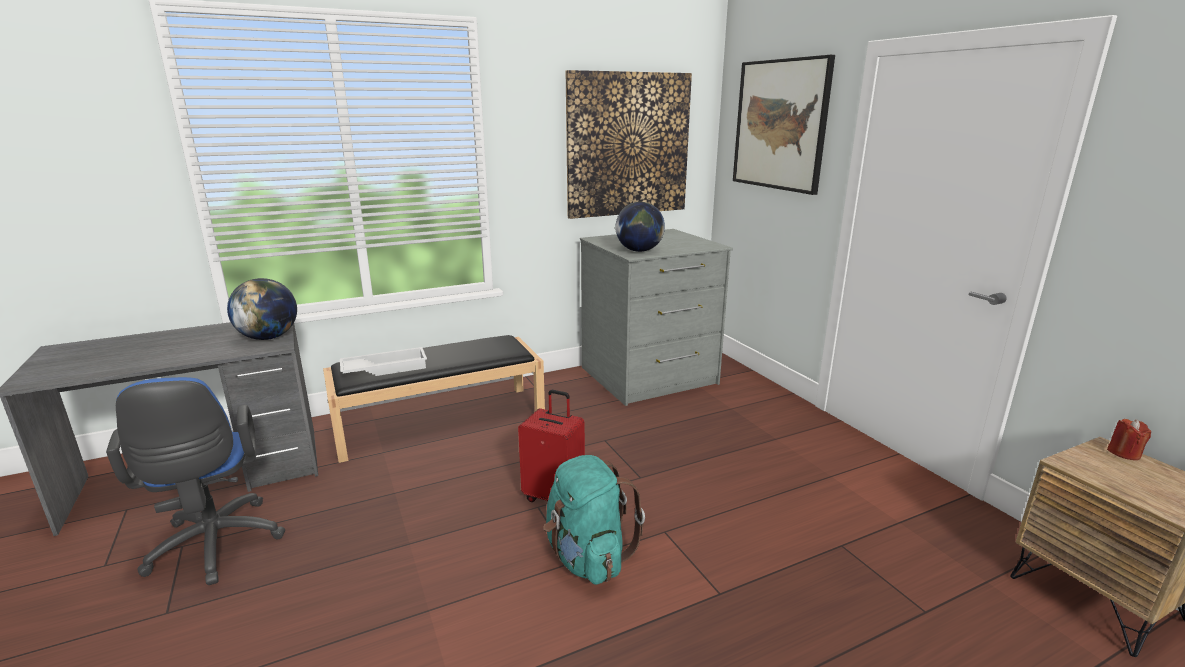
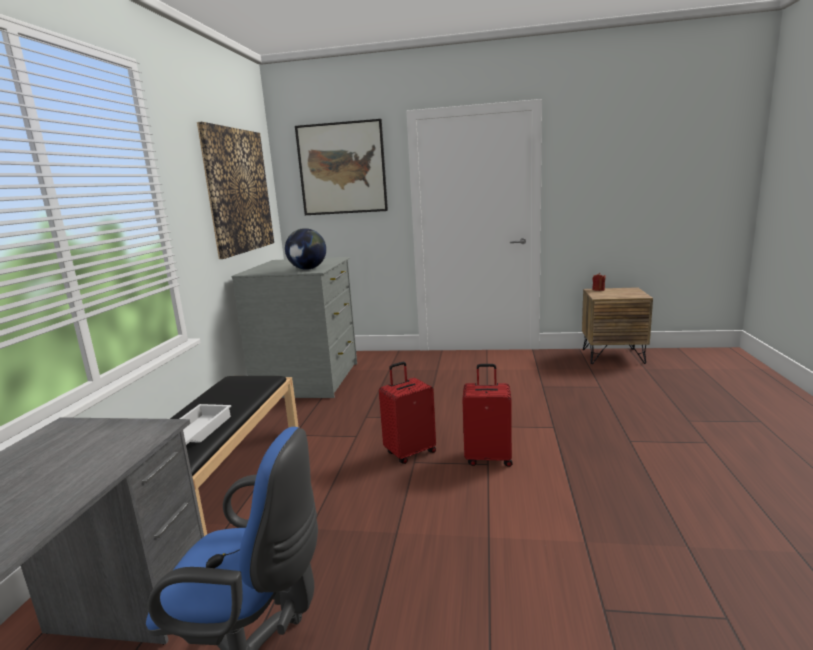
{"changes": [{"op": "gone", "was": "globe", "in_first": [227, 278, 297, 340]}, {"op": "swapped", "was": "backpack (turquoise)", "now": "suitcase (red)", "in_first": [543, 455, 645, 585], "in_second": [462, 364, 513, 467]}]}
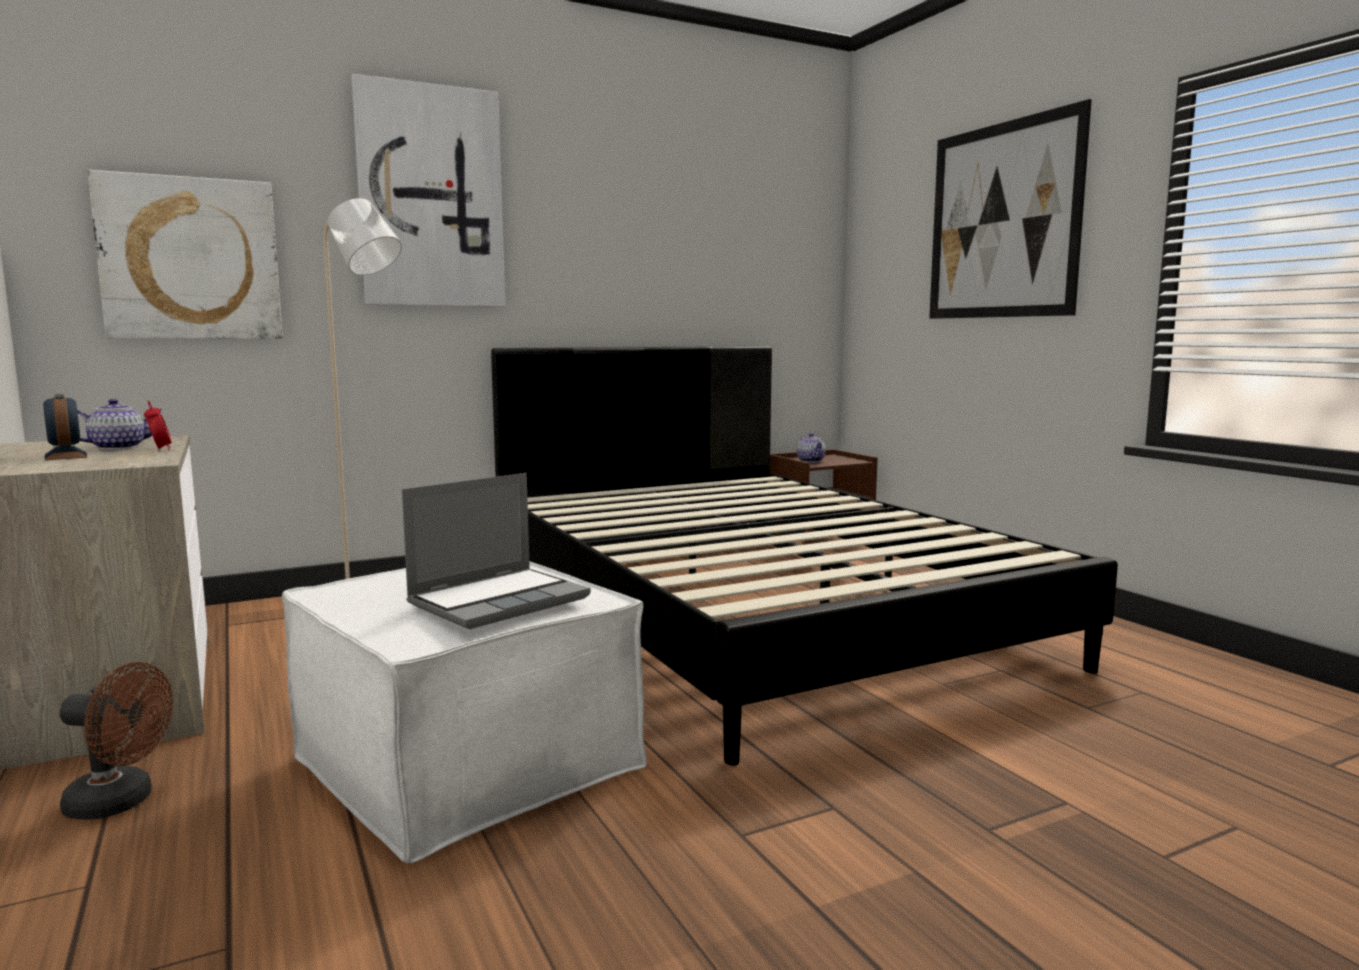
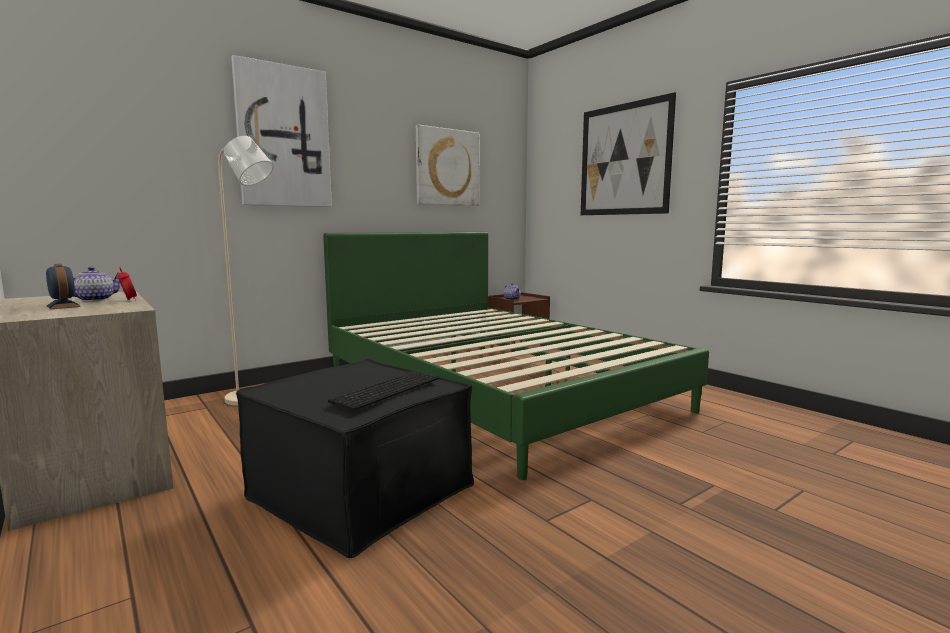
{"changes": [{"op": "gone", "was": "fan (brown)", "in_first": [60, 662, 173, 820]}, {"op": "shifted", "was": "picture", "in_first": [88, 170, 283, 339], "in_second": [416, 125, 479, 206]}, {"op": "swapped", "was": "laptop", "now": "keyboard", "in_first": [402, 473, 591, 629], "in_second": [328, 371, 440, 410]}, {"op": "repainted", "was": "ottoman (white)", "now": "ottoman (black)", "in_first": [282, 561, 647, 863], "in_second": [236, 359, 474, 558]}, {"op": "repainted", "was": "bed (black)", "now": "bed (green)", "in_first": [491, 346, 1118, 765], "in_second": [323, 232, 709, 480]}]}
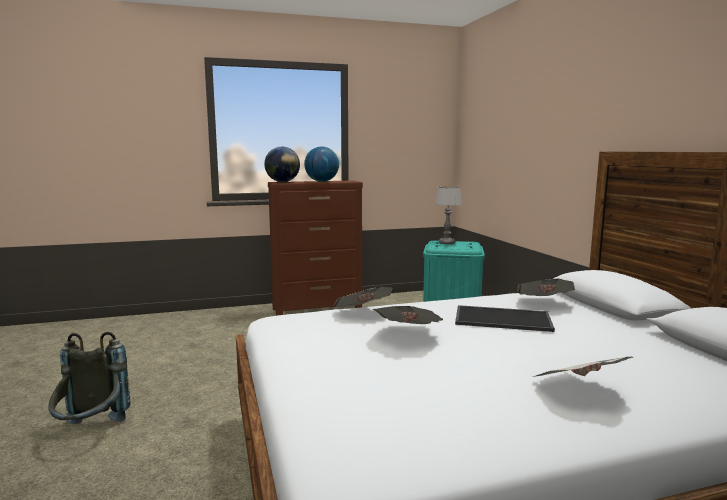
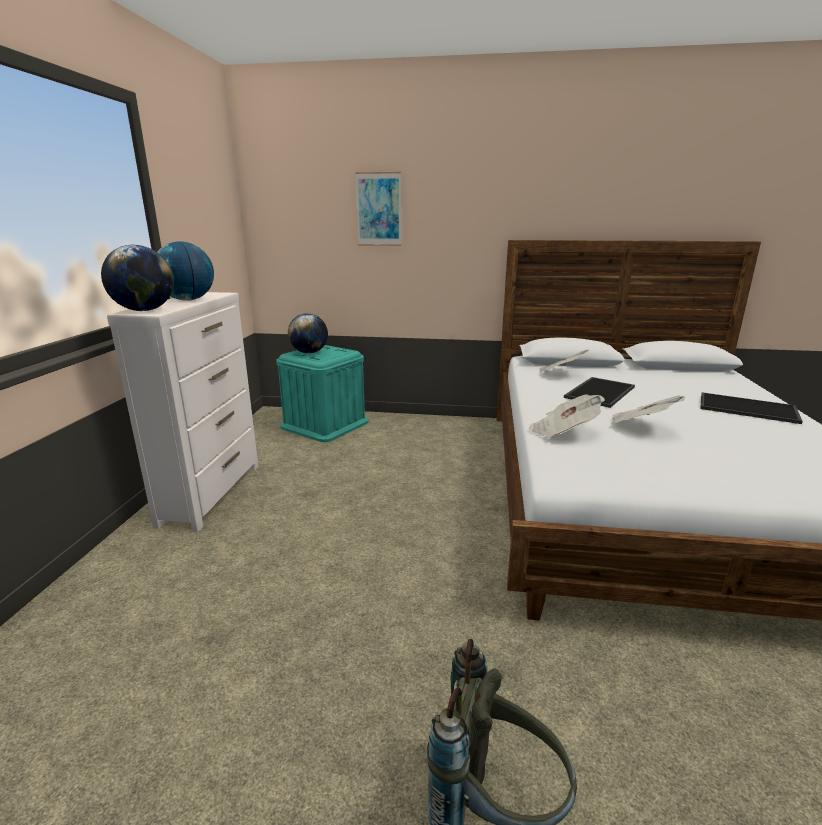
{"changes": [{"op": "new", "now": "picture", "in_second": [355, 172, 401, 246]}, {"op": "swapped", "was": "table lamp", "now": "globe", "in_first": [435, 187, 462, 244], "in_second": [288, 313, 328, 353]}, {"op": "swapped", "was": "newspaper", "now": "tray", "in_first": [532, 357, 633, 377], "in_second": [700, 392, 803, 424]}, {"op": "repainted", "was": "dresser (brown)", "now": "dresser (white)", "in_first": [268, 181, 363, 316], "in_second": [107, 292, 258, 532]}]}
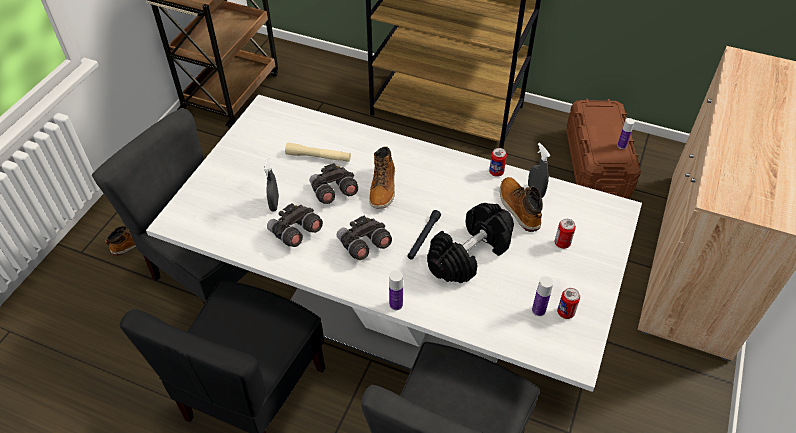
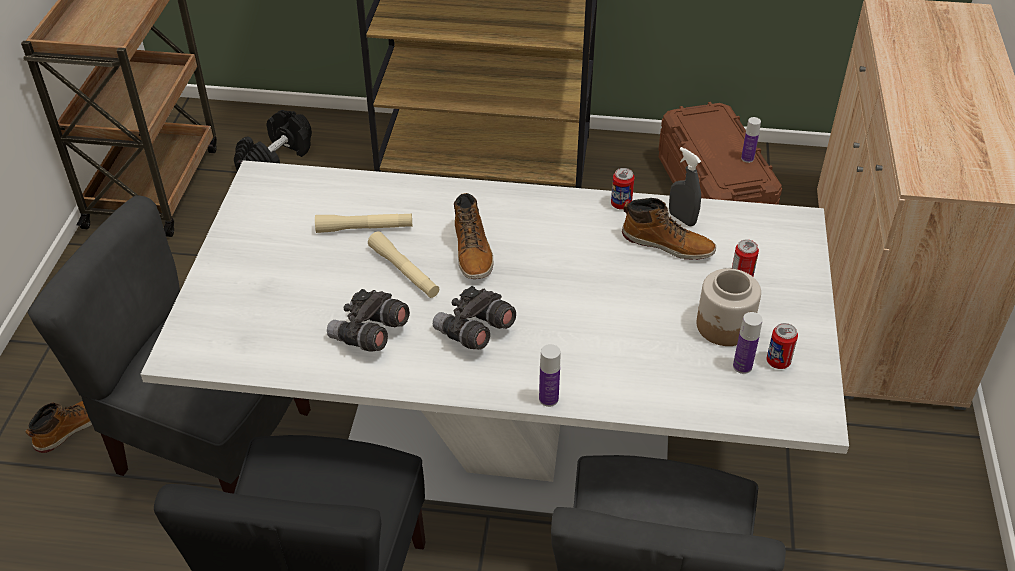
{"changes": [{"op": "gone", "was": "spray bottle (grey)", "in_first": [264, 158, 279, 212]}, {"op": "gone", "was": "flashlight (black)", "in_first": [407, 210, 441, 259]}, {"op": "new", "now": "jar", "in_second": [697, 268, 761, 346]}, {"op": "shifted", "was": "dumbbell (black)", "in_first": [427, 203, 514, 283], "in_second": [234, 110, 312, 171]}, {"op": "swapped", "was": "binoculars (grey)", "now": "flashlight (beige)", "in_first": [310, 163, 358, 204], "in_second": [368, 231, 439, 298]}, {"op": "rotated", "was": "boot", "in_first": [500, 177, 543, 232], "in_second": [622, 198, 716, 260], "clockwise": 150}]}
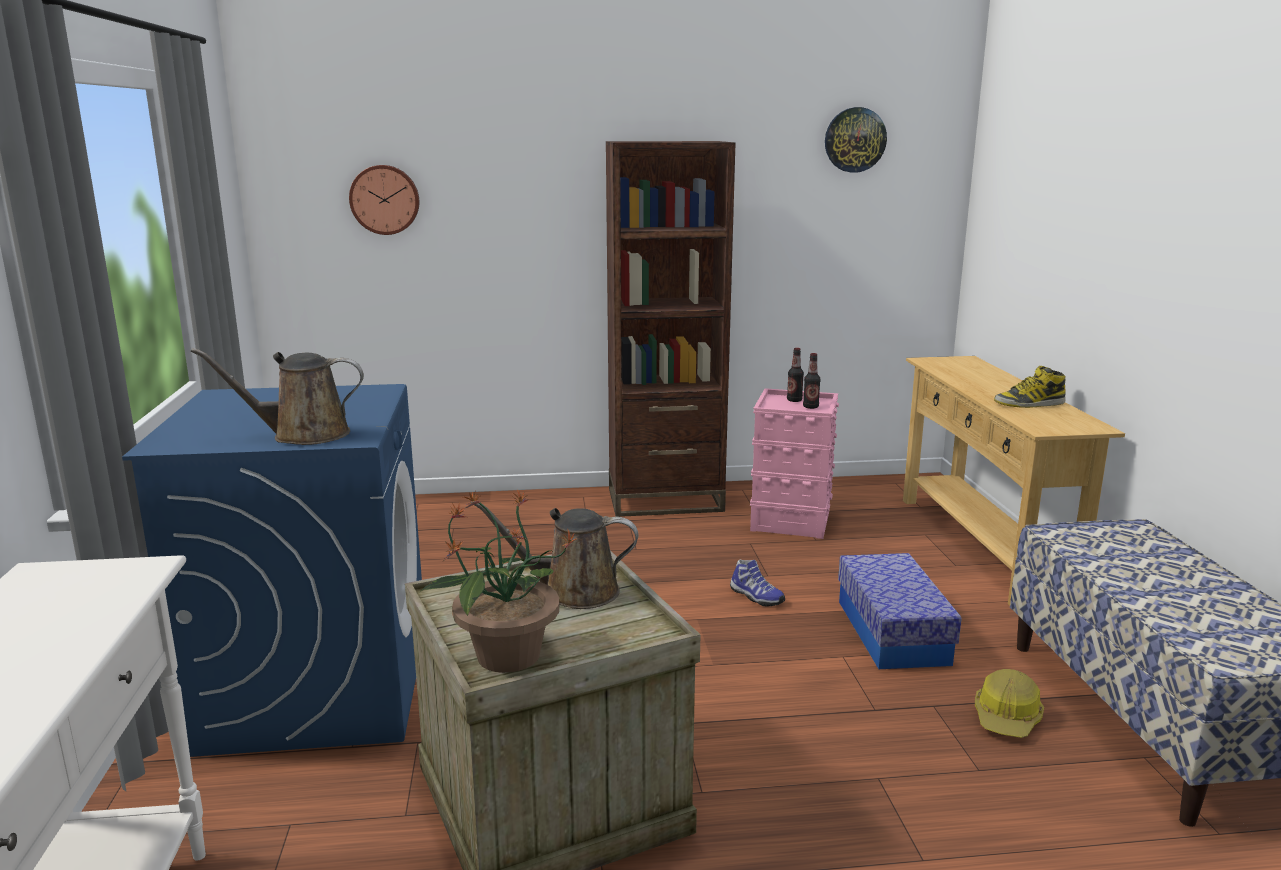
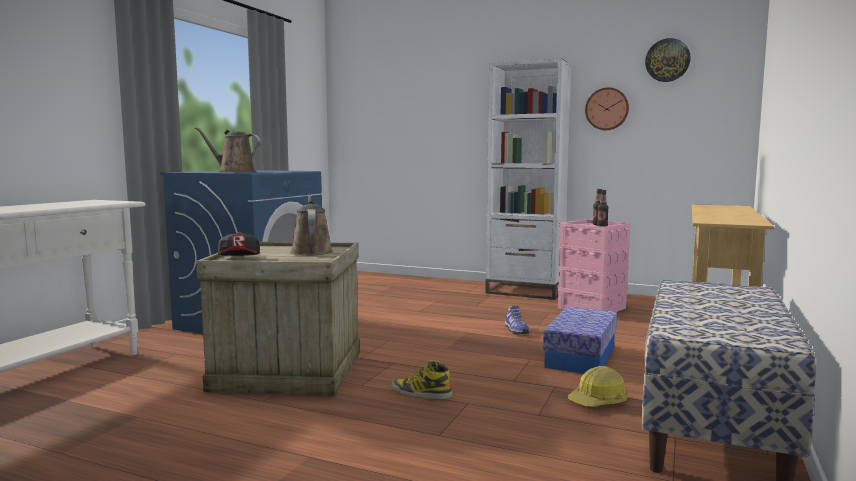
{"changes": [{"op": "shifted", "was": "wall clock", "in_first": [349, 165, 419, 235], "in_second": [585, 87, 629, 130]}, {"op": "shifted", "was": "boot", "in_first": [994, 366, 1066, 408], "in_second": [391, 360, 453, 399]}, {"op": "swapped", "was": "potted plant", "now": "cap", "in_first": [420, 489, 577, 673], "in_second": [218, 232, 260, 256]}, {"op": "repainted", "was": "bookcase (brown)", "now": "bookcase (white)", "in_first": [606, 141, 736, 517], "in_second": [485, 58, 571, 300]}, {"op": "rotated", "was": "watering can (brown)", "in_first": [470, 501, 639, 609], "in_second": [290, 195, 333, 255], "clockwise": 45}]}
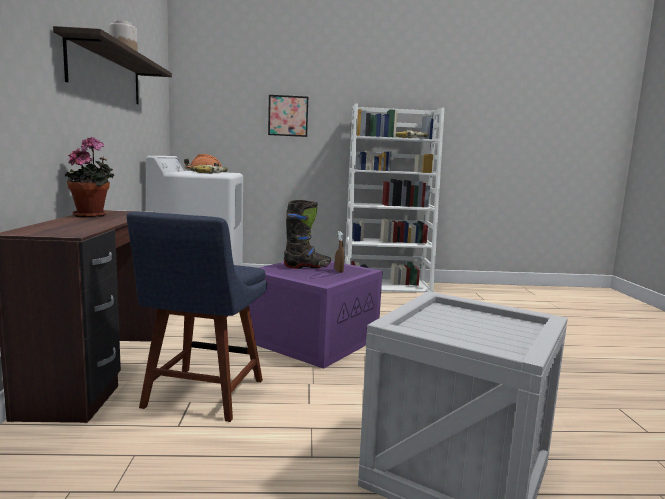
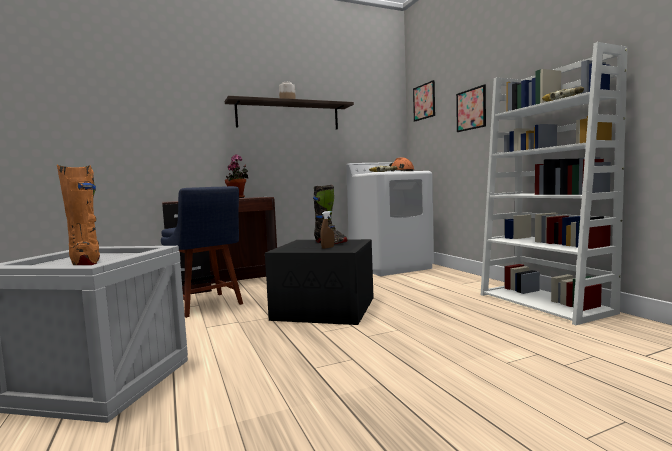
{"changes": [{"op": "new", "now": "boot (orange)", "in_second": [57, 165, 100, 265]}, {"op": "new", "now": "picture", "in_second": [413, 80, 435, 122]}, {"op": "repainted", "was": "storage box (purple)", "now": "storage box (black)", "in_first": [249, 261, 383, 369], "in_second": [265, 239, 374, 325]}, {"op": "rotated", "was": "chair (blue)", "in_first": [126, 211, 267, 422], "in_second": [161, 186, 243, 318], "clockwise": -120}]}
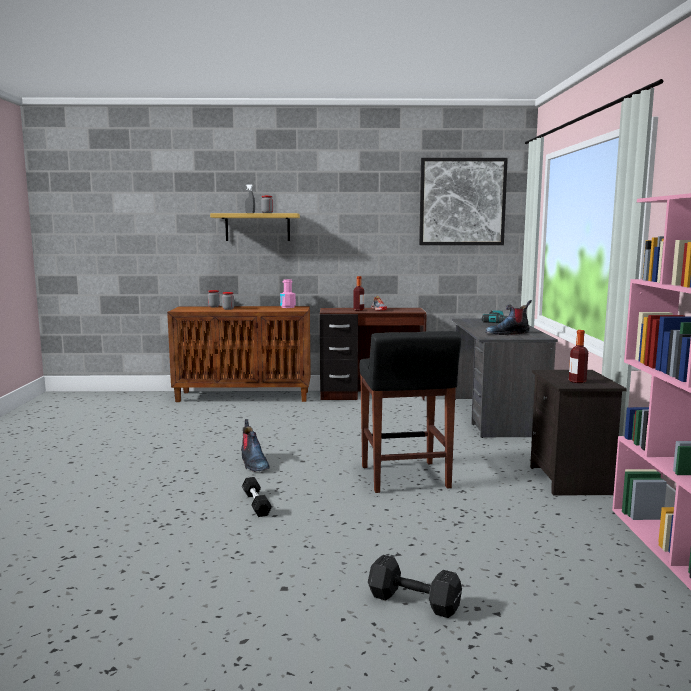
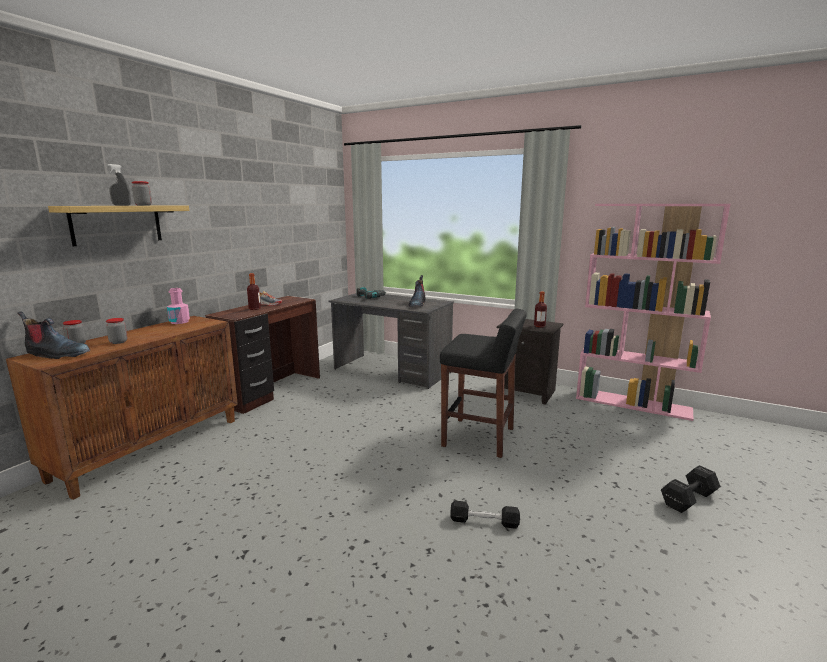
{"changes": [{"op": "gone", "was": "picture", "in_first": [419, 158, 508, 245]}, {"op": "shifted", "was": "boot", "in_first": [241, 419, 270, 472], "in_second": [18, 311, 90, 359]}]}
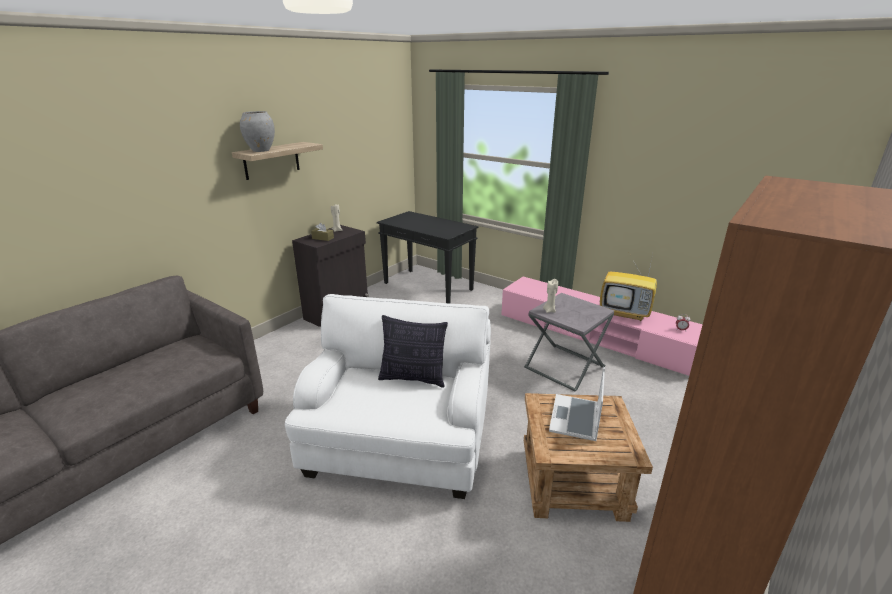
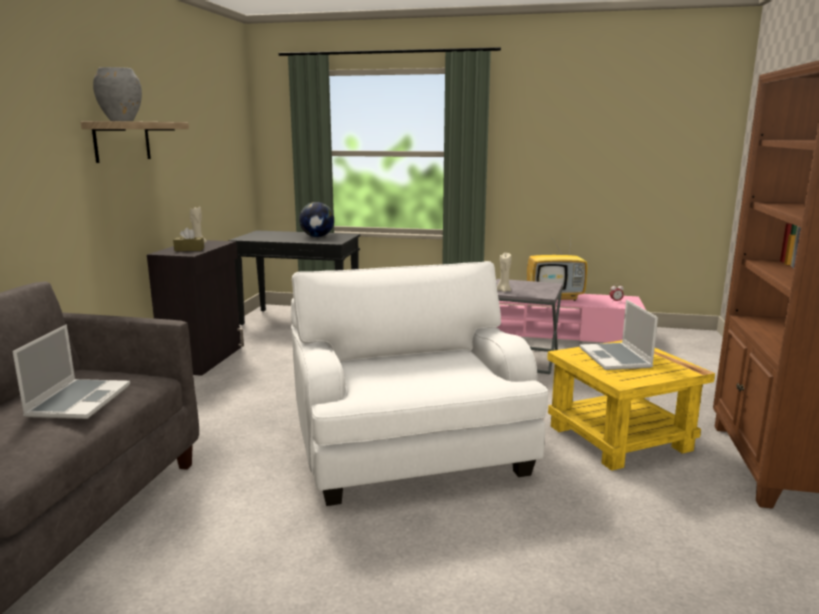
{"changes": [{"op": "gone", "was": "pillow", "in_first": [378, 315, 448, 388]}, {"op": "new", "now": "laptop", "in_second": [12, 324, 130, 419]}, {"op": "new", "now": "globe", "in_second": [299, 202, 334, 237]}, {"op": "repainted", "was": "side table (brown)", "now": "side table (yellow)", "in_first": [524, 393, 653, 522], "in_second": [547, 340, 715, 471]}]}
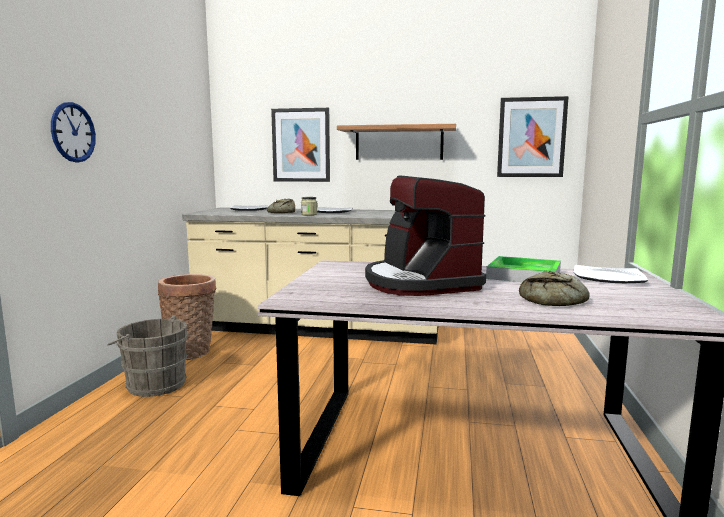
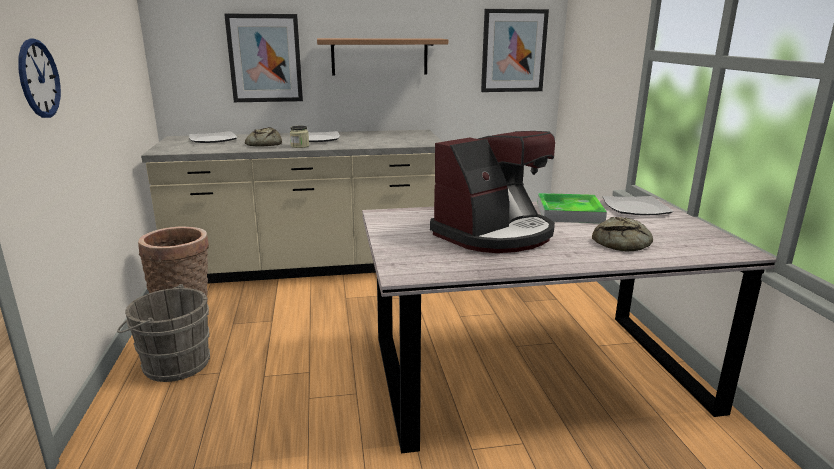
{"changes": [{"op": "rotated", "was": "coffee machine", "in_first": [365, 176, 486, 296], "in_second": [430, 131, 555, 253], "clockwise": -90}]}
